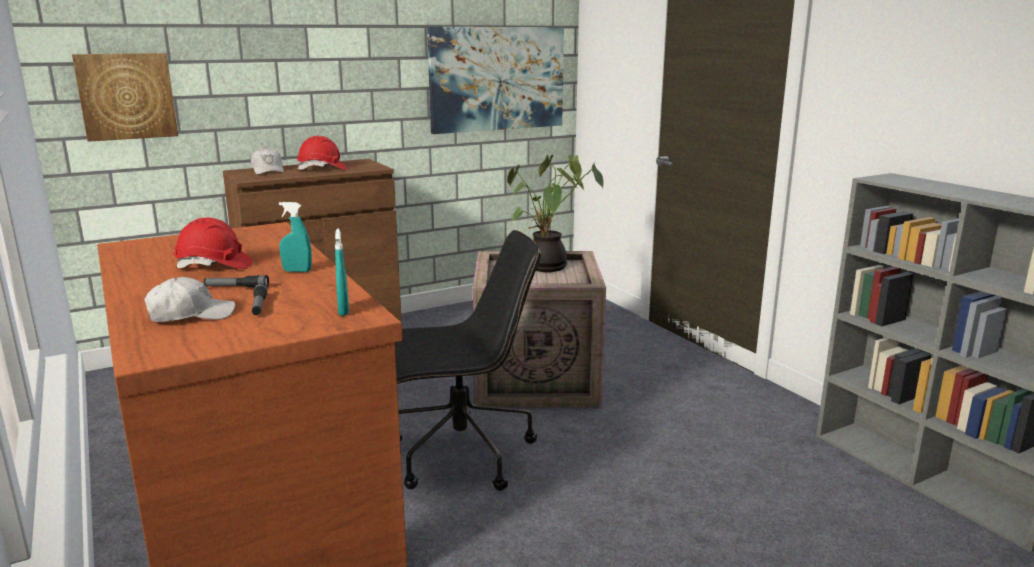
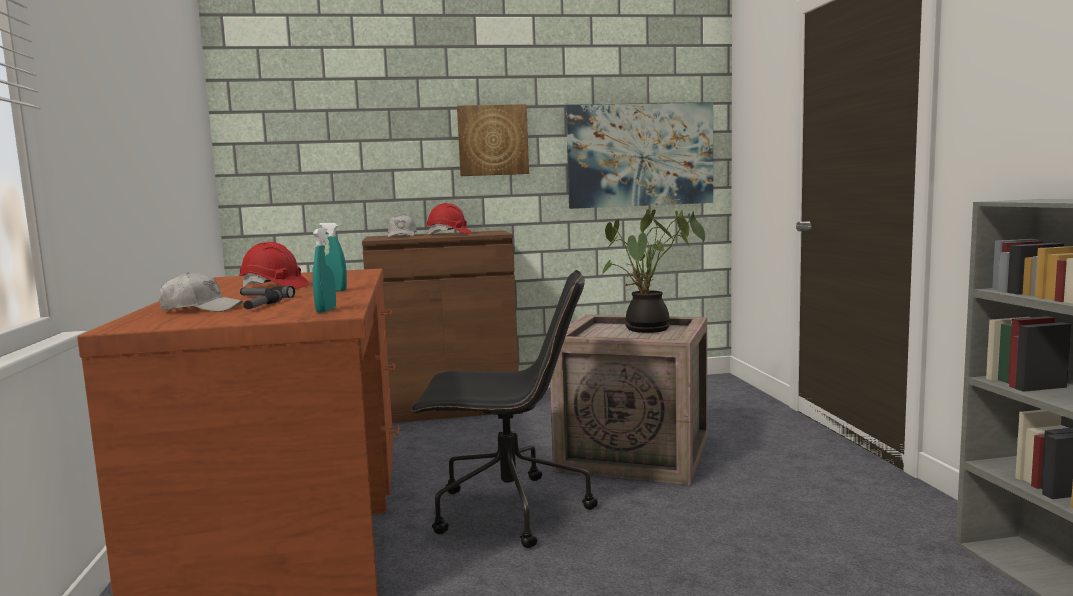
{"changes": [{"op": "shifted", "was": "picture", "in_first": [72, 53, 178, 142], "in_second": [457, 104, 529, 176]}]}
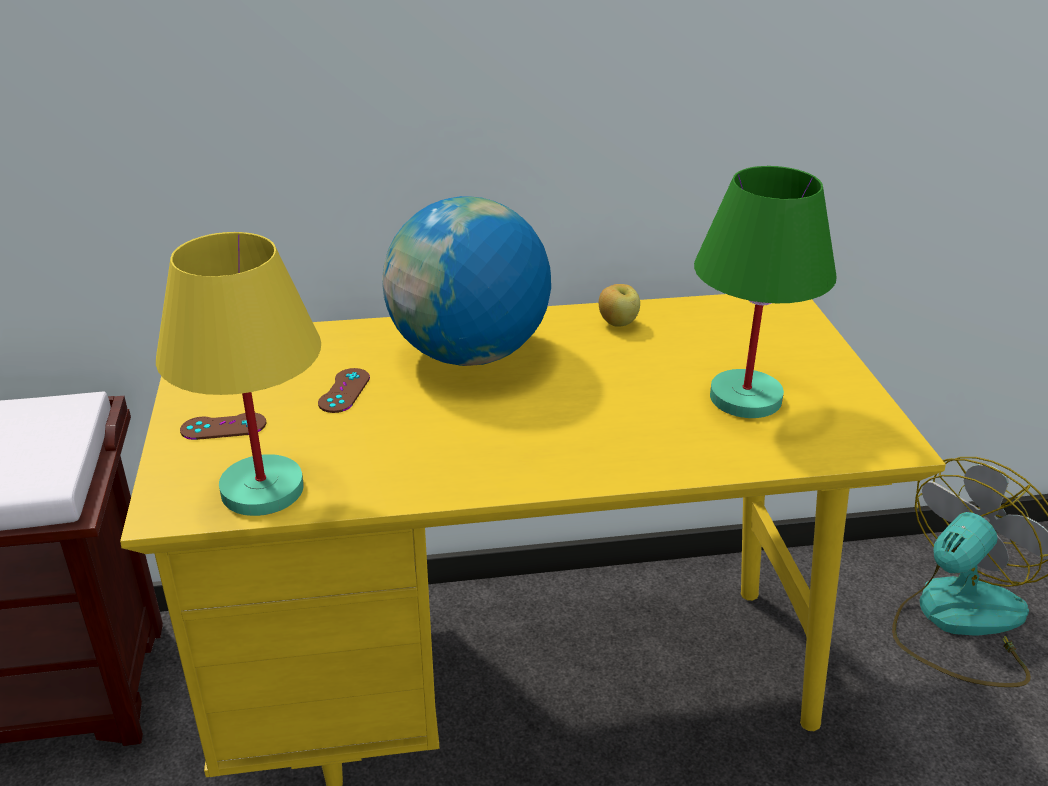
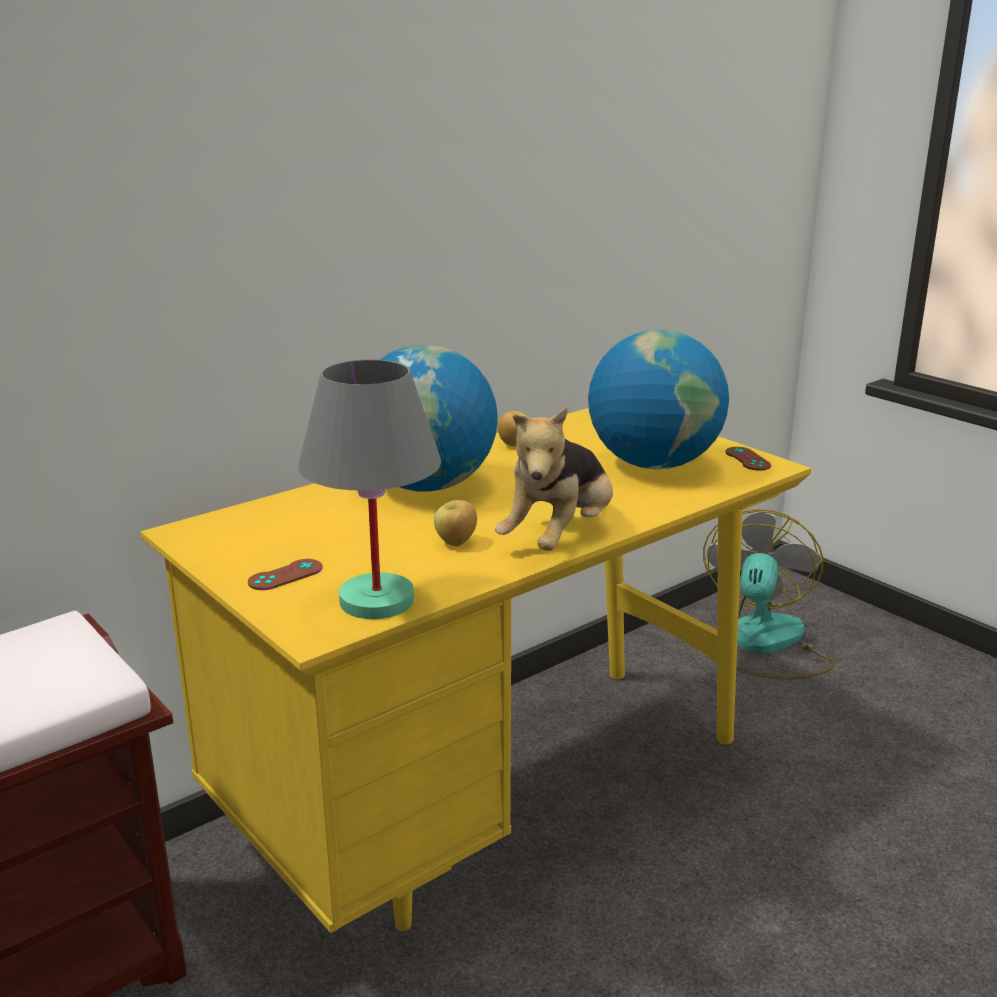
{"changes": [{"op": "new", "now": "apple", "in_second": [434, 500, 477, 546]}, {"op": "new", "now": "plush toy", "in_second": [495, 407, 613, 551]}, {"op": "shifted", "was": "game controller (brown)", "in_first": [318, 368, 370, 413], "in_second": [726, 447, 771, 471]}, {"op": "swapped", "was": "table lamp (green)", "now": "globe", "in_first": [694, 166, 837, 418], "in_second": [588, 330, 729, 469]}, {"op": "repainted", "was": "table lamp (yellow)", "now": "table lamp (grey)", "in_first": [156, 232, 321, 516], "in_second": [298, 359, 441, 619]}]}
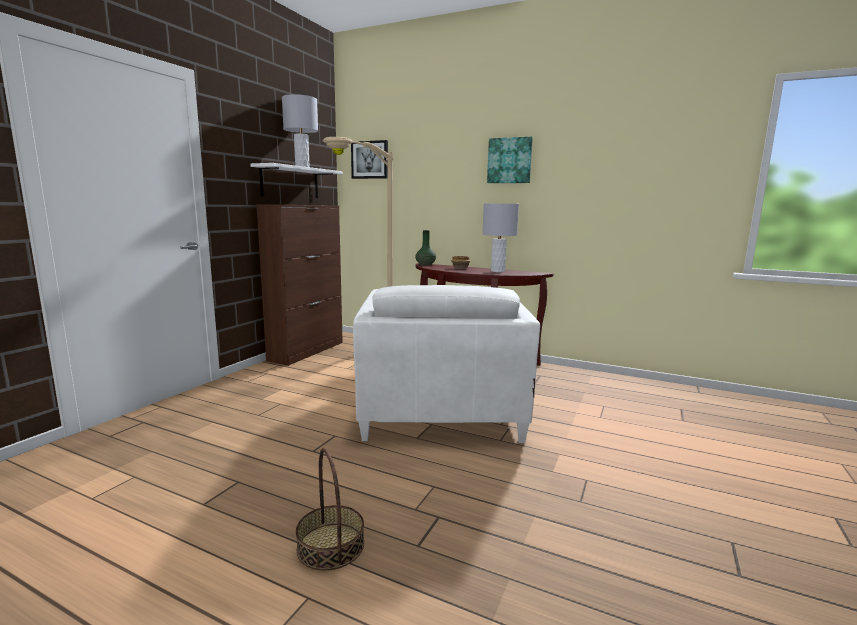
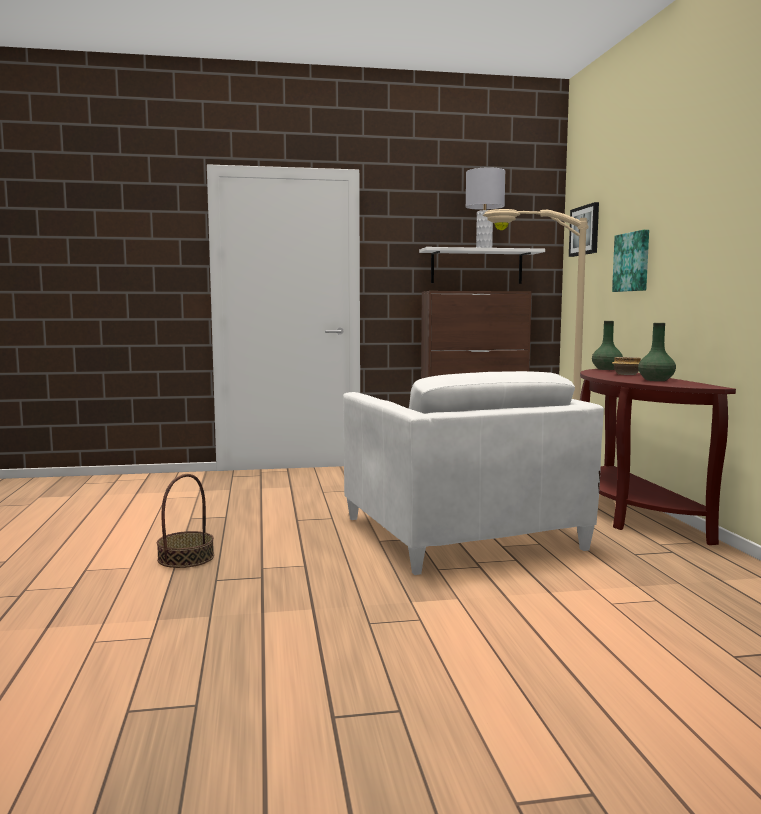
{"changes": [{"op": "shifted", "was": "picture", "in_first": [487, 137, 533, 183], "in_second": [612, 230, 649, 292]}, {"op": "swapped", "was": "table lamp (grey)", "now": "vase (green)", "in_first": [482, 203, 519, 272], "in_second": [638, 323, 676, 381]}, {"op": "rotated", "was": "armchair (white)", "in_first": [353, 285, 540, 443], "in_second": [343, 371, 604, 575], "clockwise": -75}]}
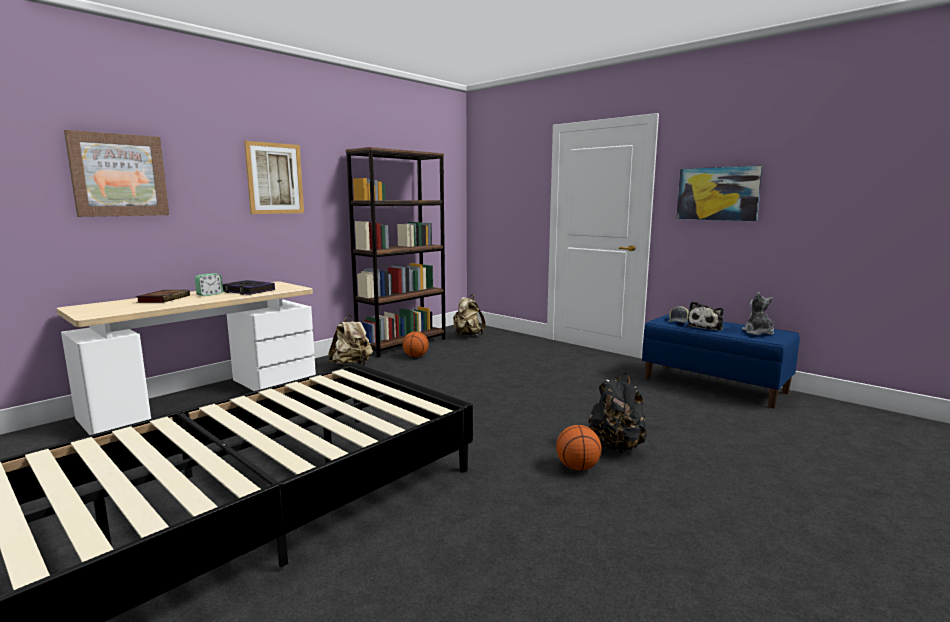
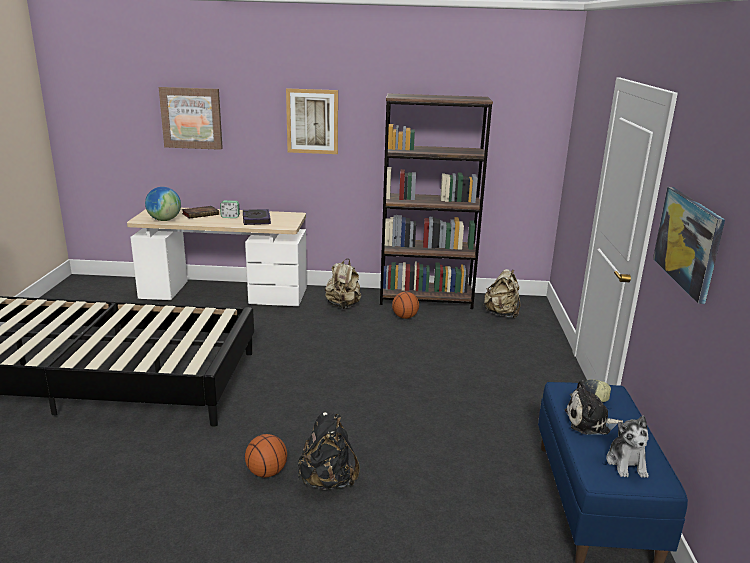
{"changes": [{"op": "new", "now": "globe", "in_second": [145, 187, 181, 221]}, {"op": "rotated", "was": "plush toy", "in_first": [742, 292, 774, 335], "in_second": [606, 415, 649, 478], "clockwise": 135}]}
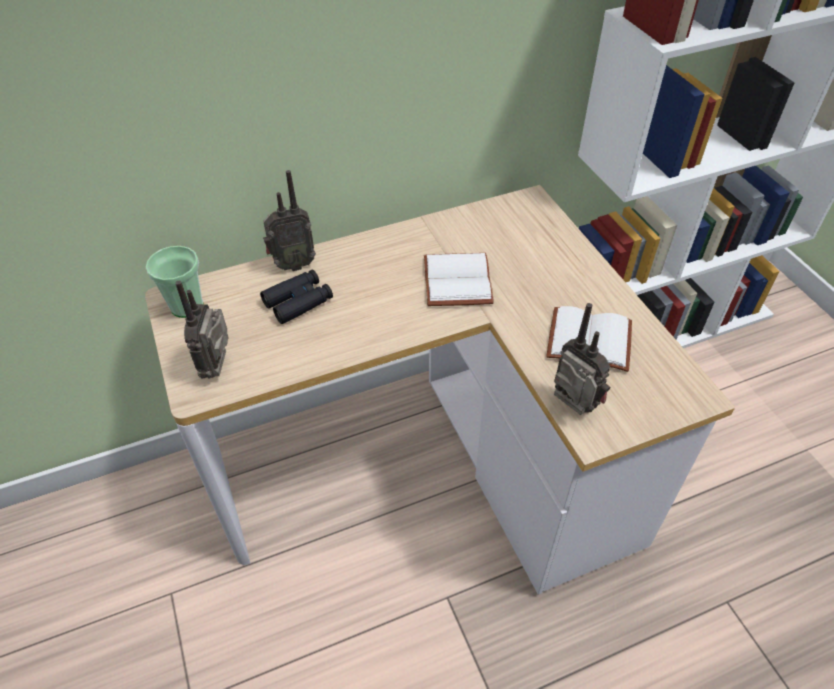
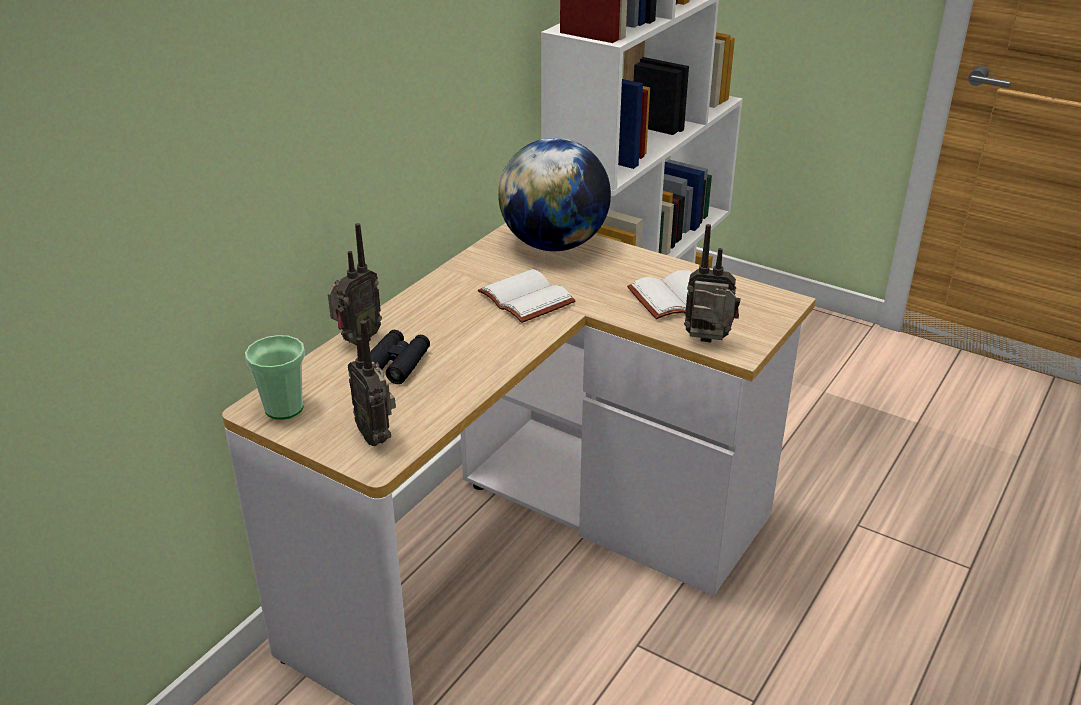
{"changes": [{"op": "new", "now": "globe", "in_second": [498, 138, 611, 251]}]}
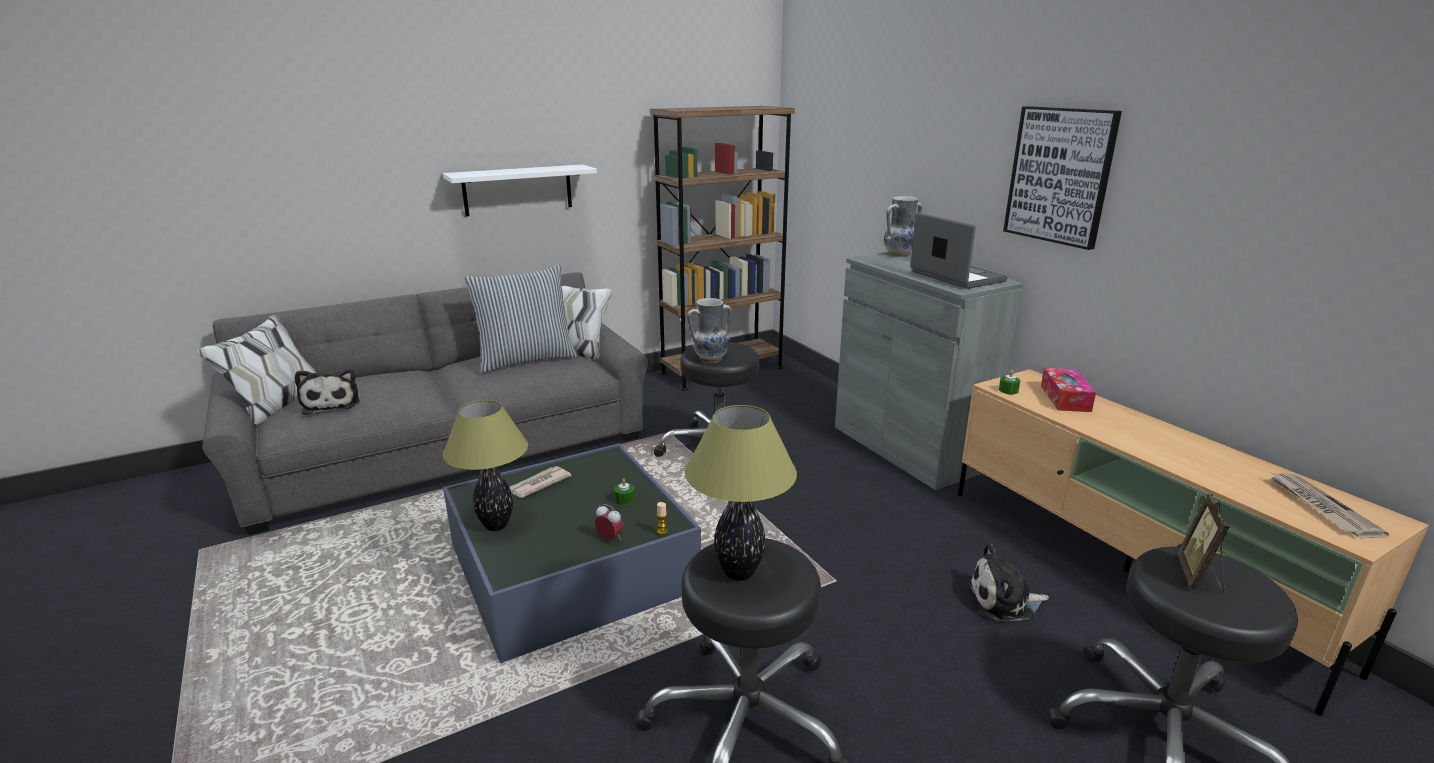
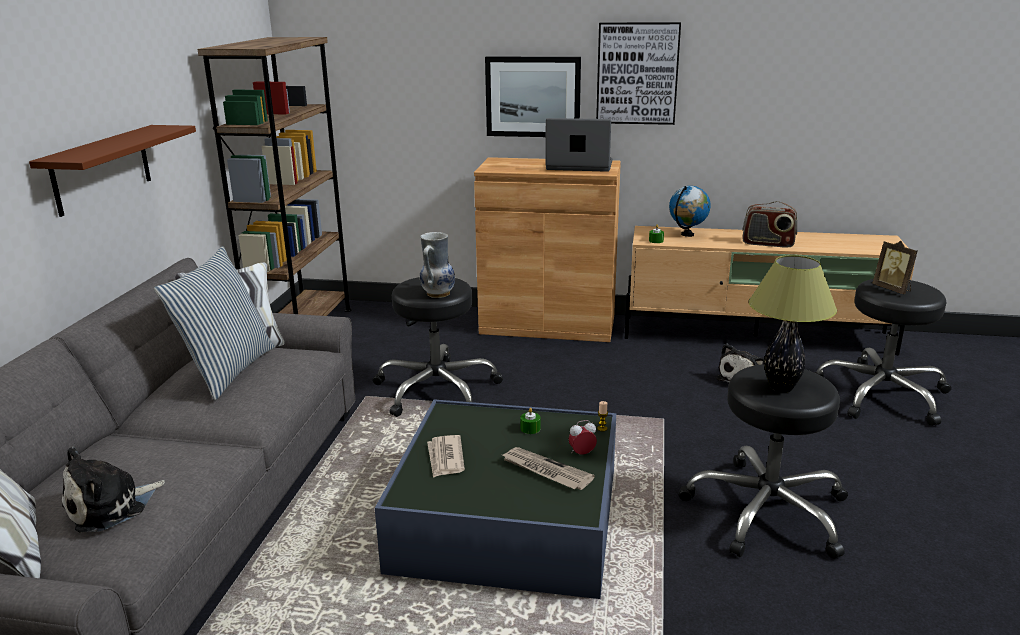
{"changes": [{"op": "gone", "was": "table lamp", "in_first": [443, 400, 528, 531]}, {"op": "gone", "was": "vase", "in_first": [884, 196, 922, 257]}, {"op": "new", "now": "picture", "in_second": [485, 56, 581, 137]}, {"op": "new", "now": "radio", "in_second": [742, 201, 797, 248]}, {"op": "shifted", "was": "newspaper", "in_first": [1272, 473, 1389, 538], "in_second": [502, 447, 595, 490]}, {"op": "swapped", "was": "tissue box", "now": "globe", "in_first": [1041, 368, 1096, 412], "in_second": [669, 186, 711, 237]}, {"op": "repainted", "was": "shelf (white)", "now": "shelf (brown)", "in_first": [443, 164, 597, 216], "in_second": [29, 125, 196, 217]}, {"op": "repainted", "was": "cabinet (grey)", "now": "cabinet (brown)", "in_first": [835, 252, 1023, 490], "in_second": [474, 157, 621, 342]}, {"op": "rotated", "was": "plush toy", "in_first": [295, 369, 360, 415], "in_second": [62, 447, 165, 532], "clockwise": 120}]}
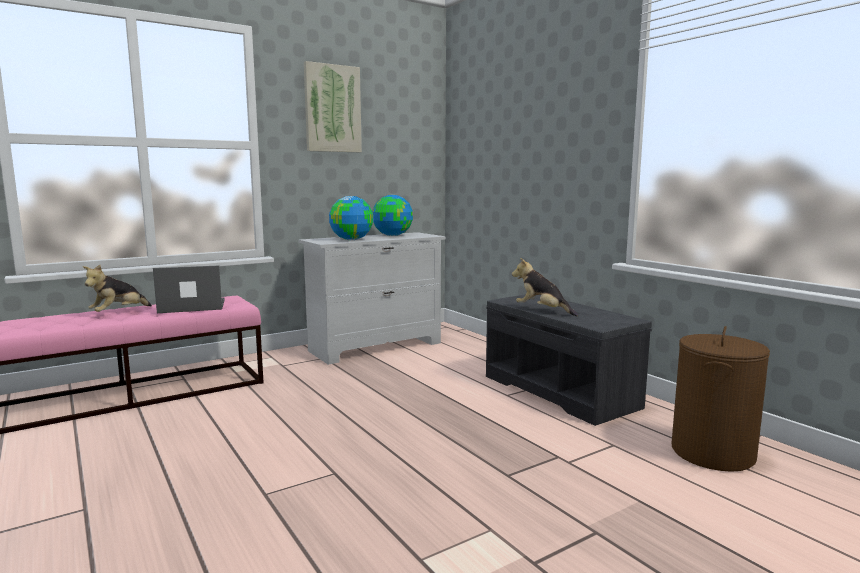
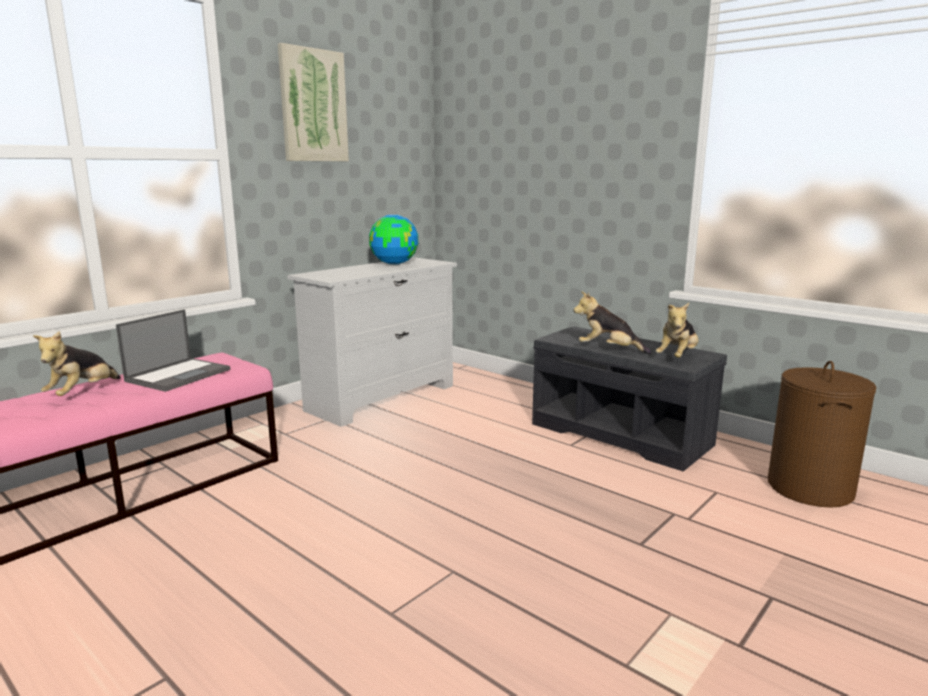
{"changes": [{"op": "gone", "was": "globe", "in_first": [329, 196, 373, 240]}, {"op": "new", "now": "plush toy", "in_second": [656, 303, 699, 358]}, {"op": "rotated", "was": "laptop", "in_first": [153, 265, 225, 313], "in_second": [116, 309, 230, 392], "clockwise": 150}]}
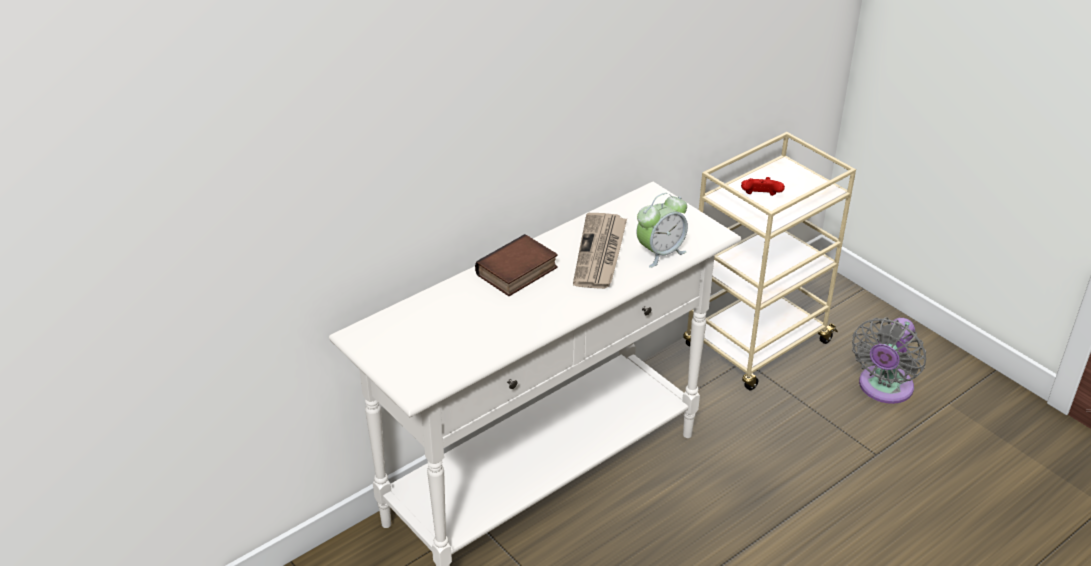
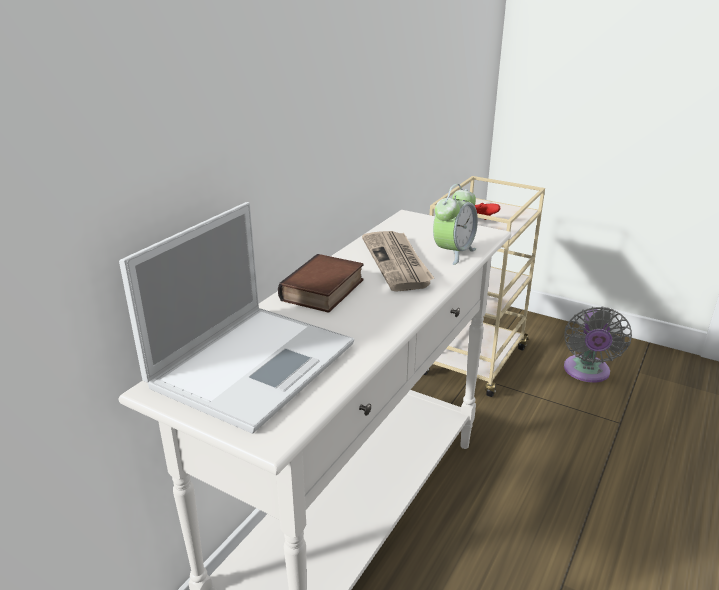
{"changes": [{"op": "new", "now": "laptop", "in_second": [119, 202, 354, 434]}]}
